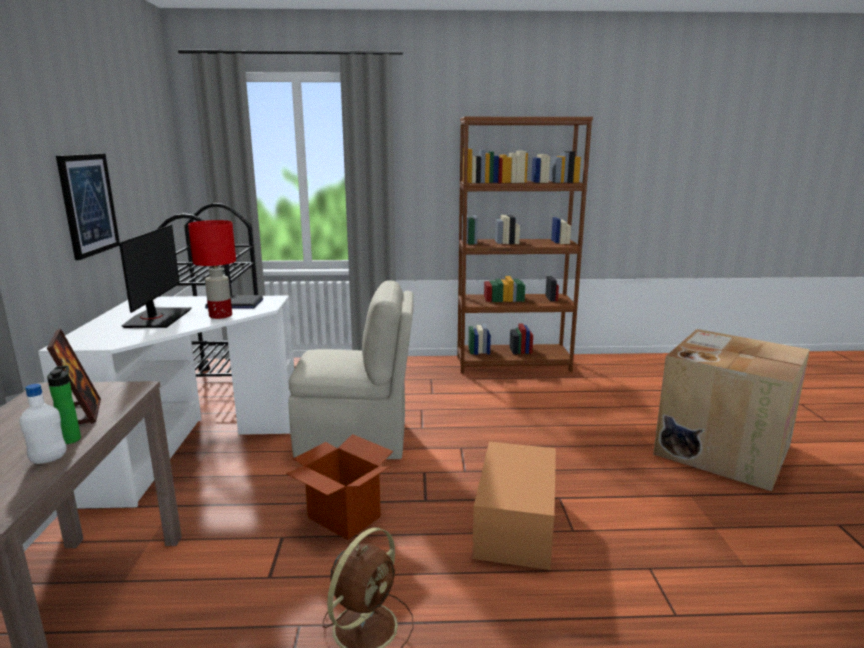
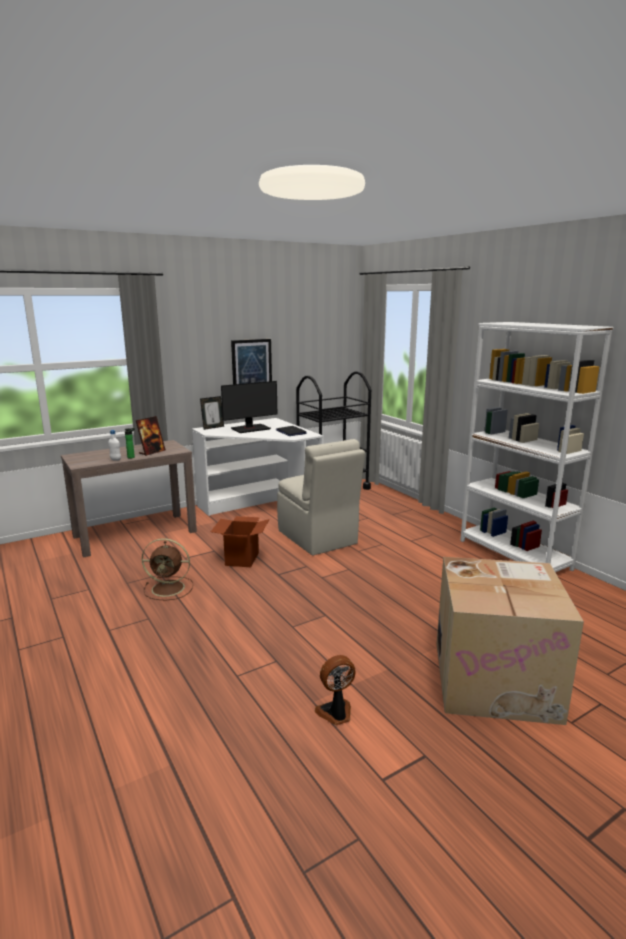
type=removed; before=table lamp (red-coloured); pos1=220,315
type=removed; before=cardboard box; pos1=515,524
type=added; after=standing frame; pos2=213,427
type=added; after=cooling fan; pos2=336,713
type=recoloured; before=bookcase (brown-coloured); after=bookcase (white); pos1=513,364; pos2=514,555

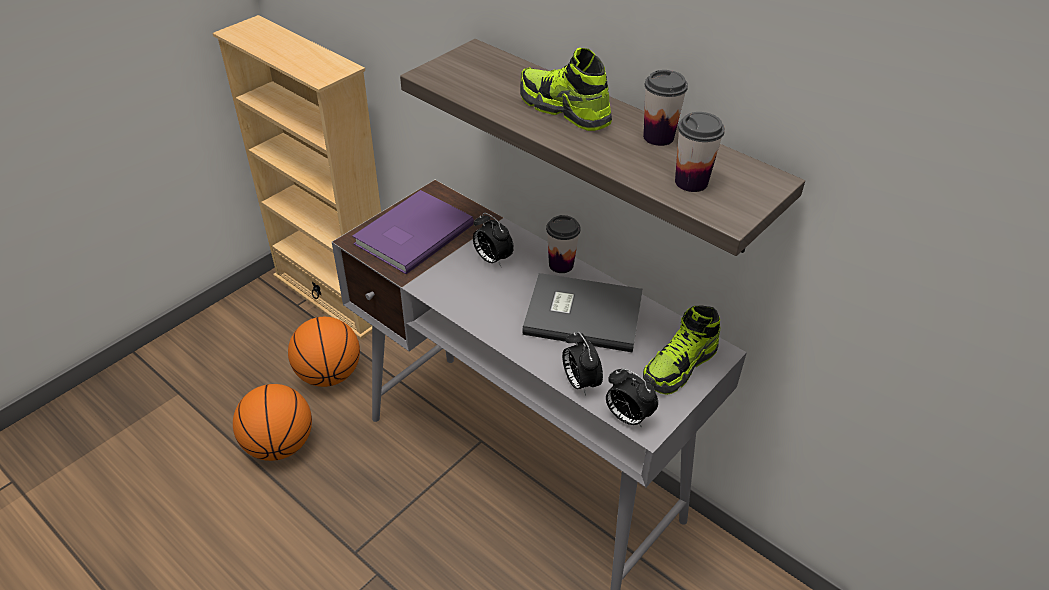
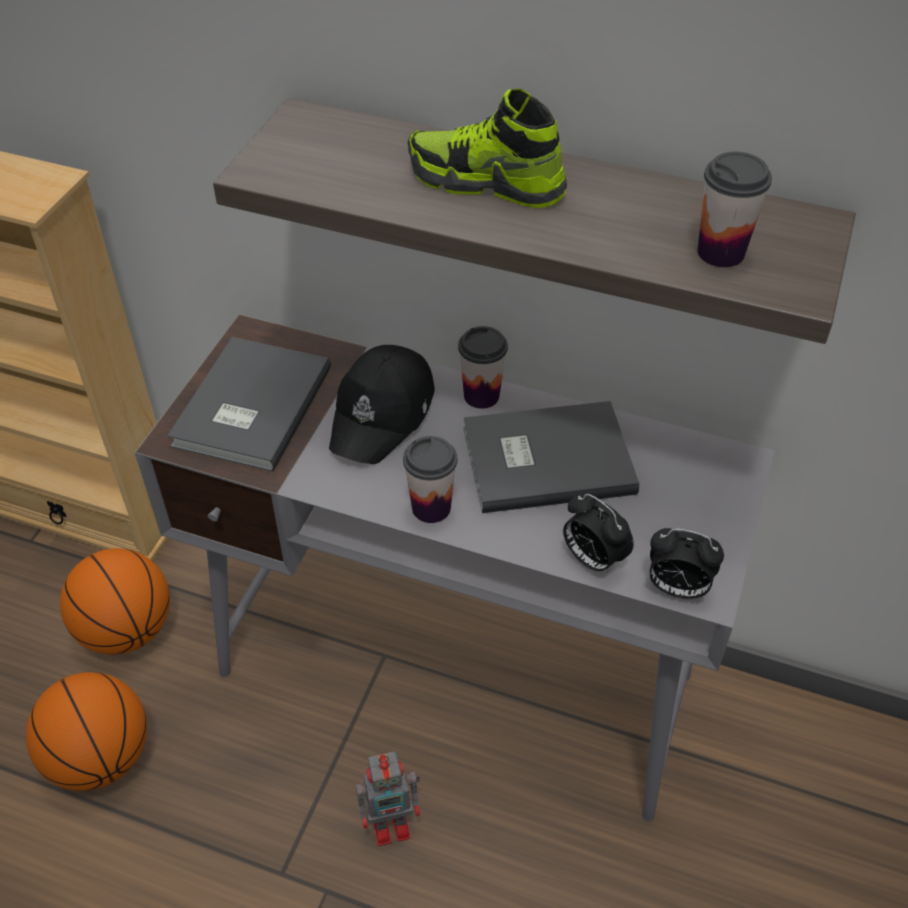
type=removed; before=item of footwear; pos1=680,366
type=added; after=toy robot; pos2=392,823
type=moved; before=drinking cup; pos1=658,137; pos2=431,507
type=replaced; before=alarm clock; after=peaked cap (blackish); pos1=492,259; pos2=383,414
type=recoloured; before=bound book (purplish); after=bound book (grey); pos1=411,234; pos2=248,407

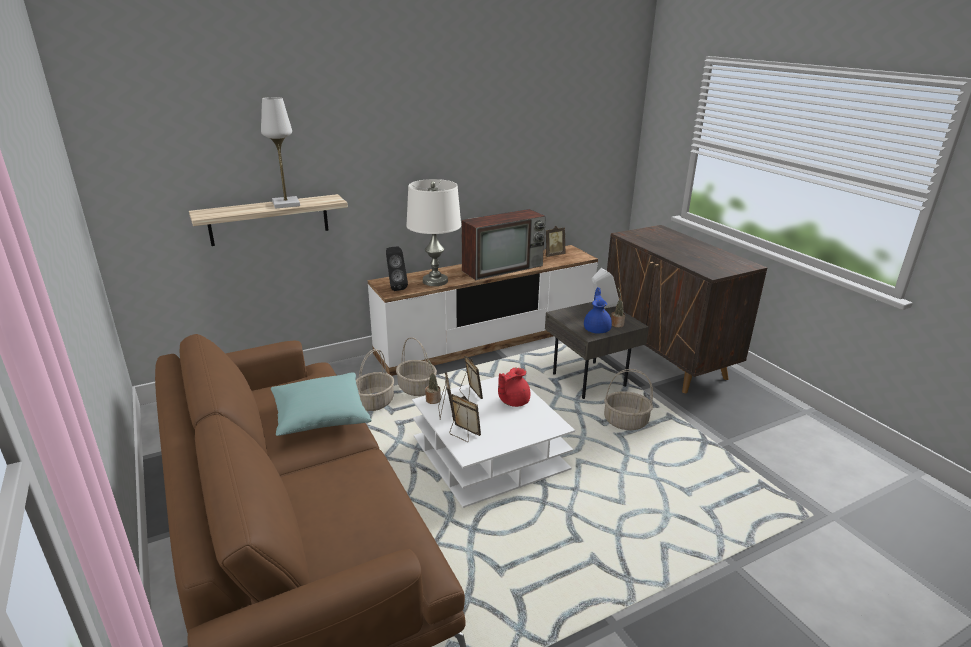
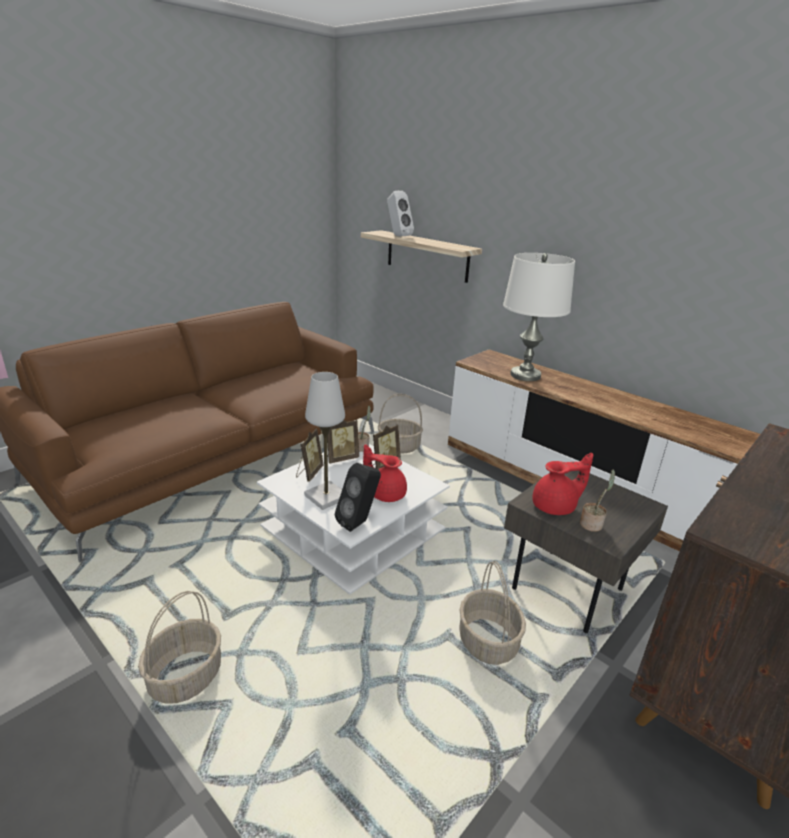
type=removed; before=throw pillow (turquoise-coloured); pos1=320,416
type=removed; before=television; pos1=503,268
type=removed; before=standing frame; pos1=553,255
type=moved; before=table lamp (white); pos1=286,204; pos2=326,497
type=moved; before=audio speaker (blackish); pos1=395,287; pos2=359,522
type=moved; before=household basket; pos1=416,388; pos2=186,676
type=moved; before=audio speaker (white); pos1=602,308; pos2=397,236
type=recoloured; before=pot for tea (blue-coloured); after=pot for tea (red-coloured); pos1=597,329; pos2=555,507

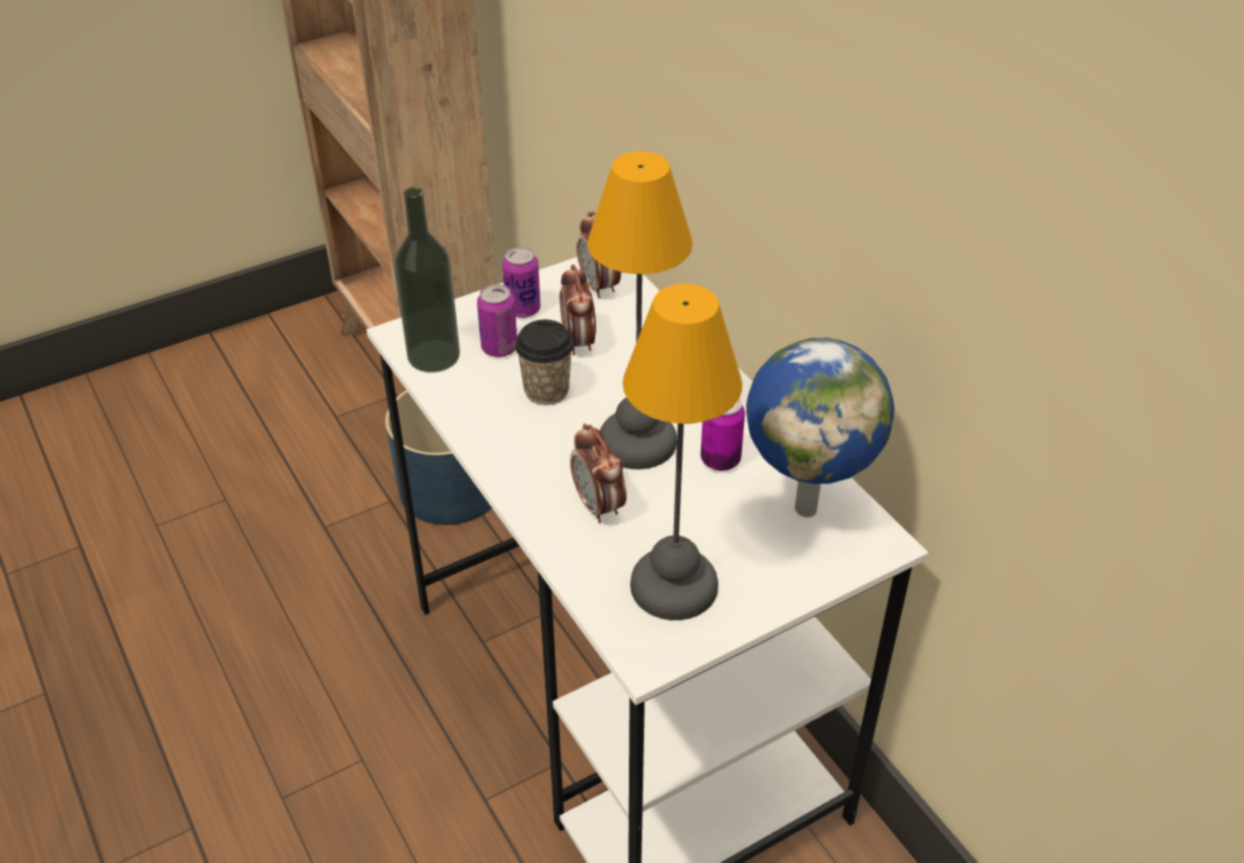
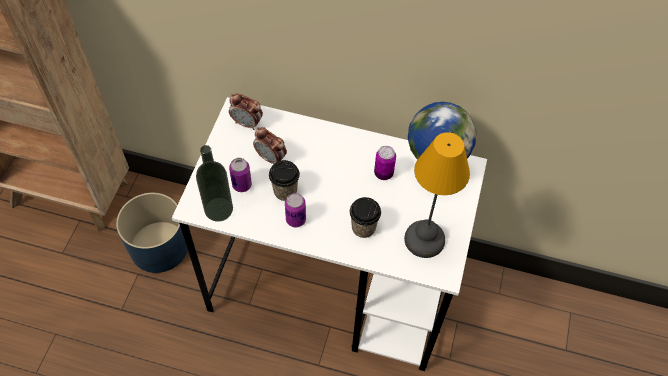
type=removed; before=table lamp; pos1=640,441
type=moved; before=can; pos1=523,309; pos2=295,219
type=replaced; before=alarm clock; after=drinking cup; pos1=599,506; pos2=363,228

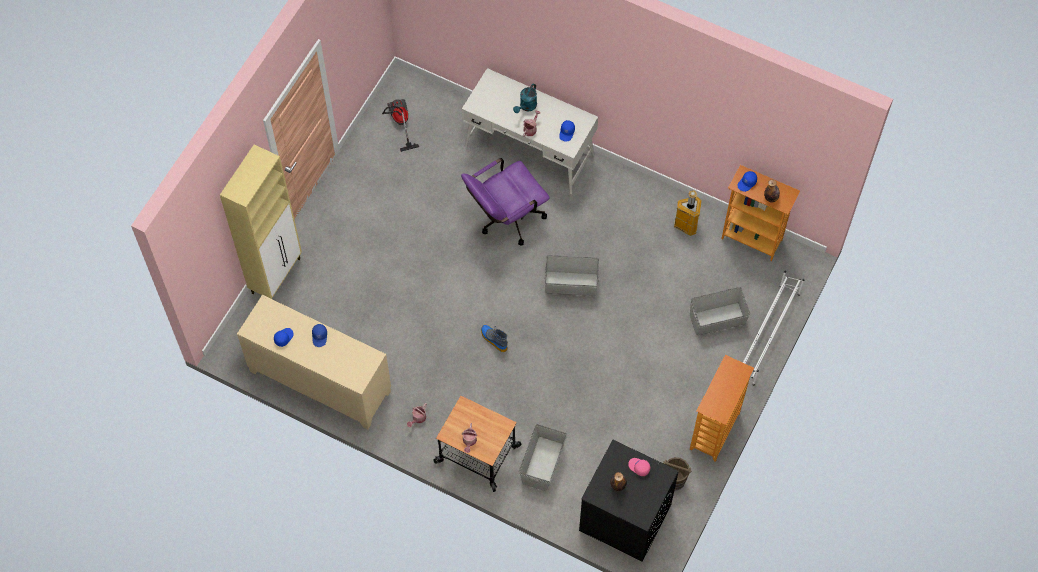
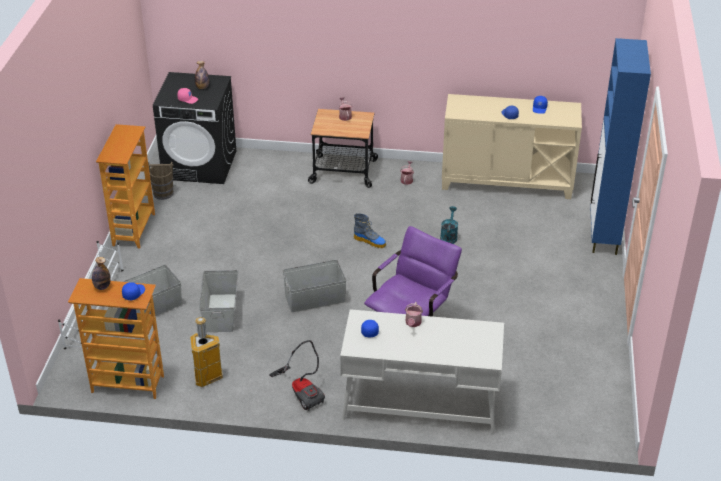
type=moved; before=hoover; pos1=399,123; pos2=303,391
type=moved; before=watering can (turquoise-coloured); pos1=526,107; pos2=449,236
type=moved; before=storage container (grey); pos1=542,463; pos2=221,312
type=recoloured; before=cabinet (beige); after=cabinet (blue-coloured); pos1=276,275; pos2=603,236

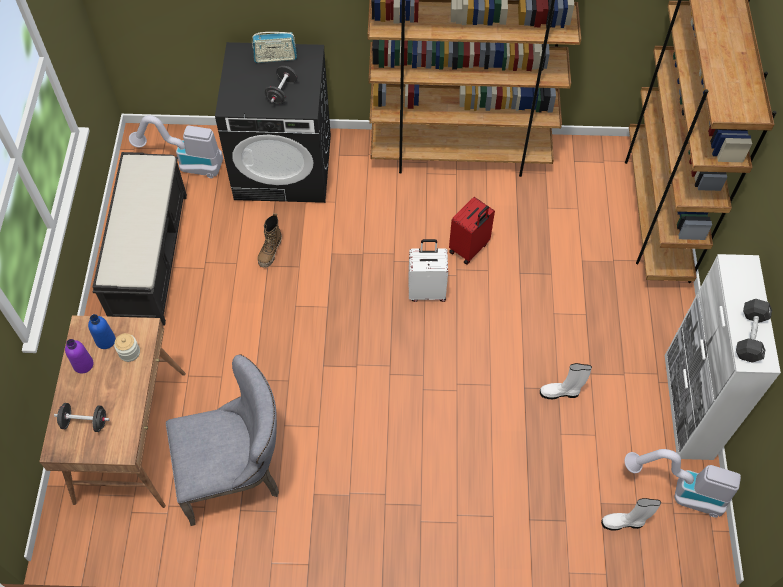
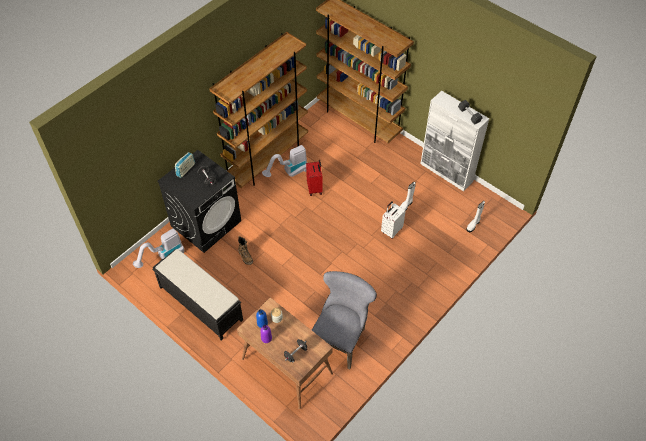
type=moved; before=suitcase (white); pos1=427,291; pos2=391,230
type=moved; before=hoover; pos1=680,491; pos2=288,173

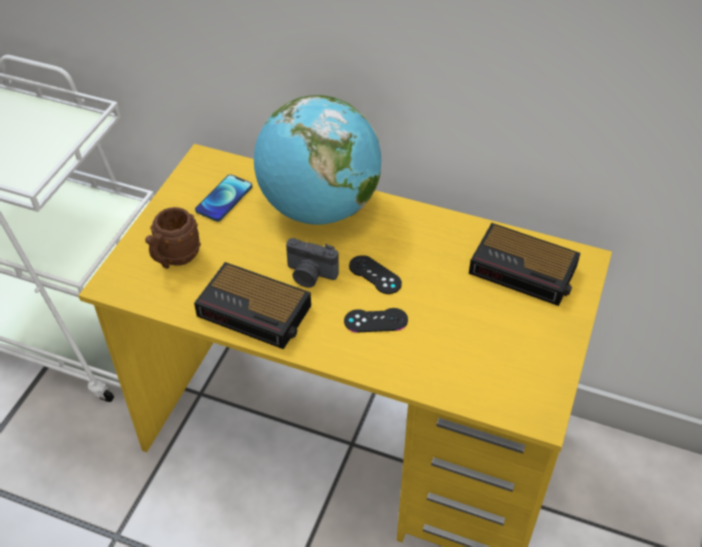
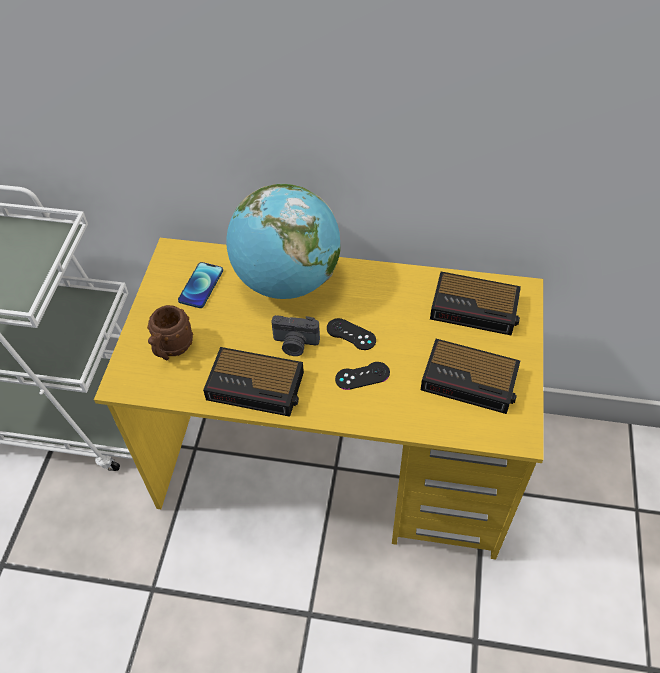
type=added; after=alarm clock; pos2=471,381

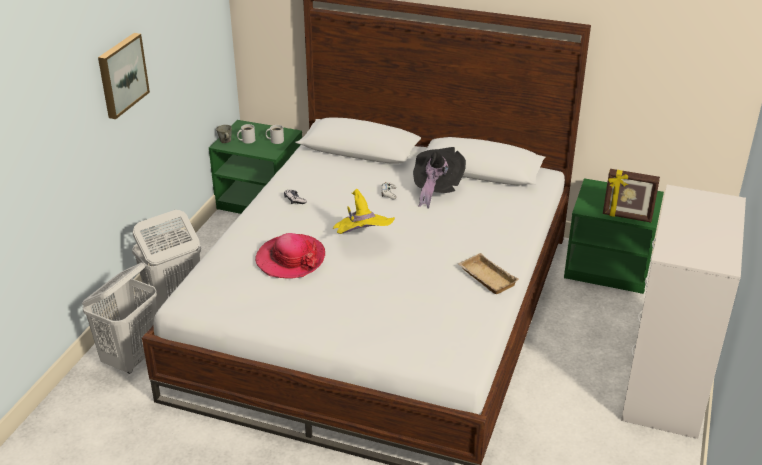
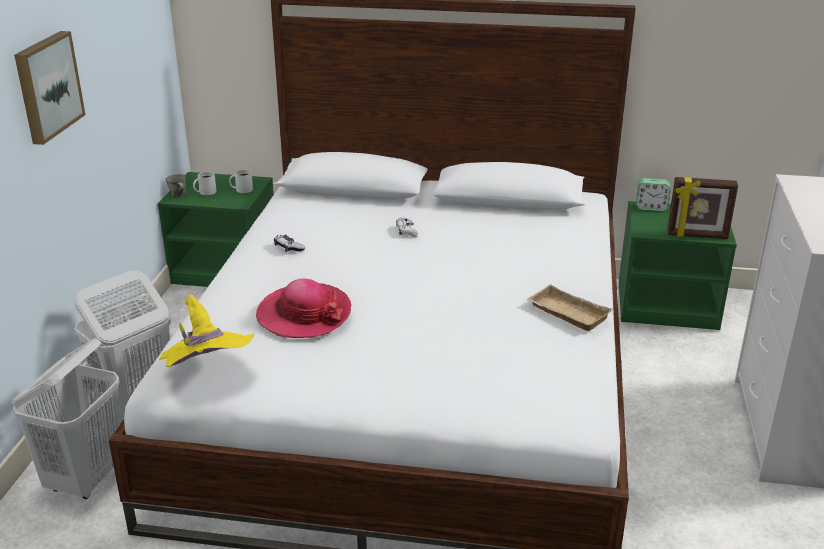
type=removed; before=hat (blackish); pos1=436,189
type=added; after=alarm clock; pos2=651,207
type=moved; before=hat (yellow-coloured); pos1=362,240; pos2=208,373

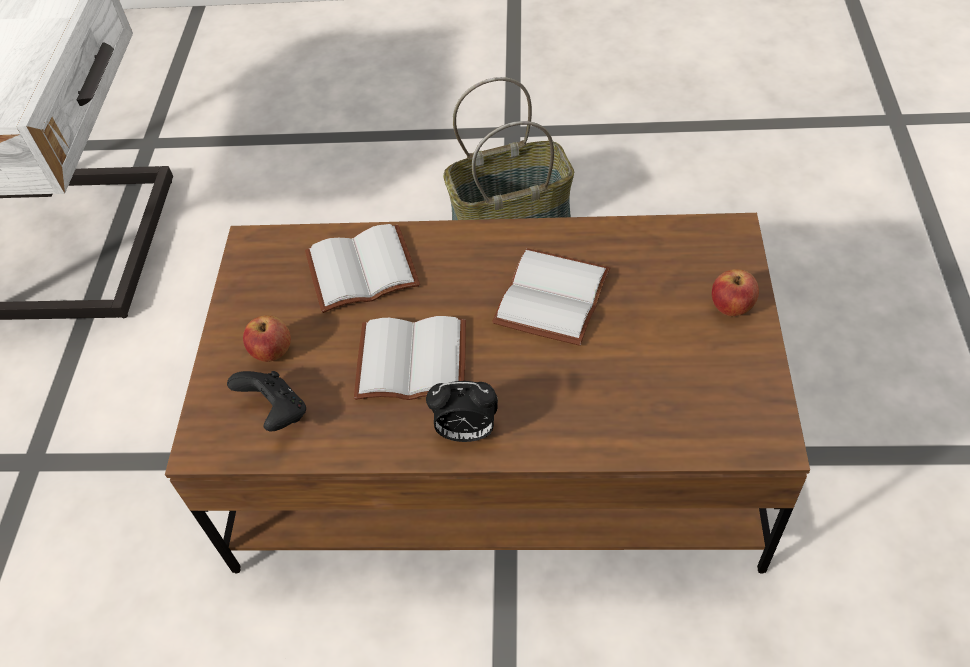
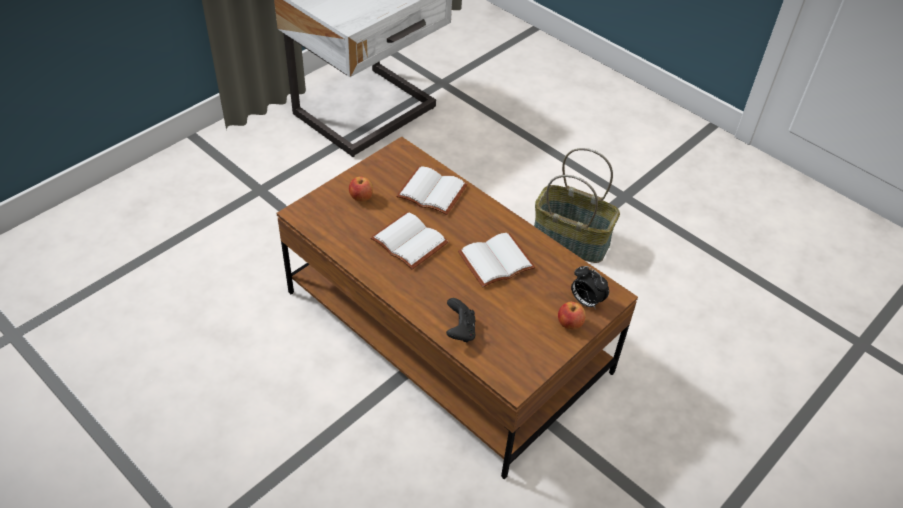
type=moved; before=gamepad (blackish); pos1=276,412; pos2=460,331
type=moved; before=alarm clock; pos1=466,432; pos2=585,301

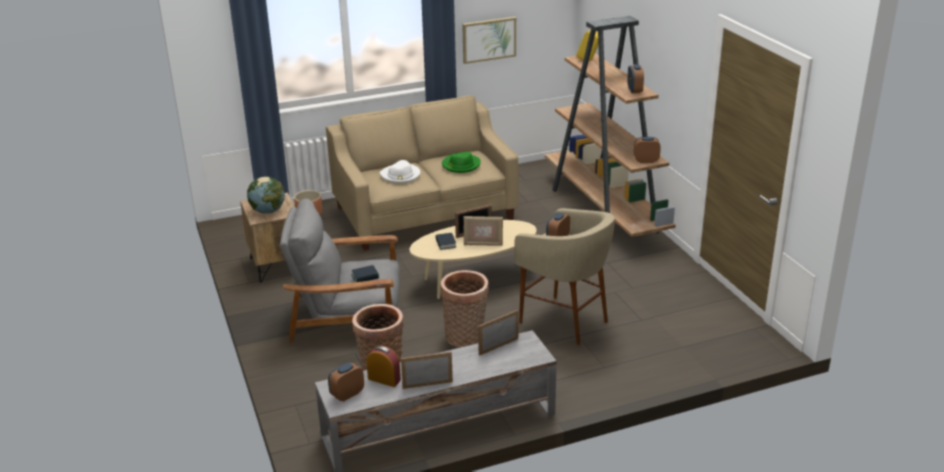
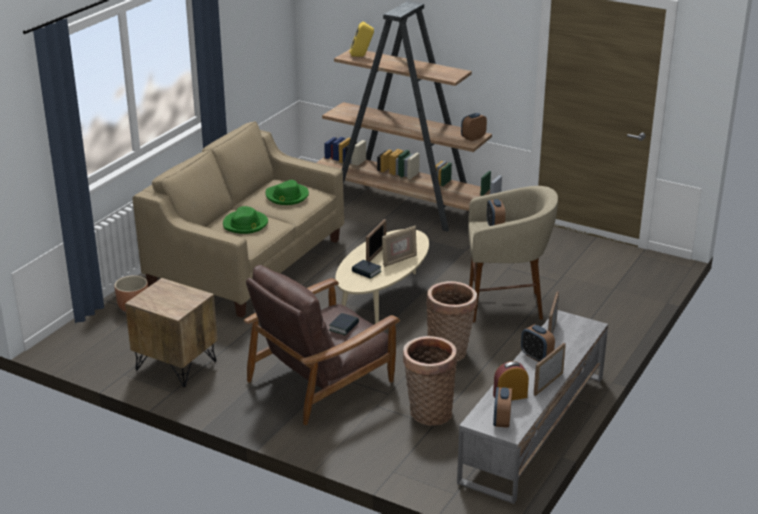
type=removed; before=globe; pos1=268,211
type=removed; before=wall art; pos1=489,39
type=moved; before=alarm clock; pos1=634,90; pos2=536,356
type=recoloured; before=armchair (grey); after=armchair (brown-coloured); pos1=347,317; pos2=322,380
type=recoloured; before=hat (white); after=hat (green); pos1=400,175; pos2=245,224

